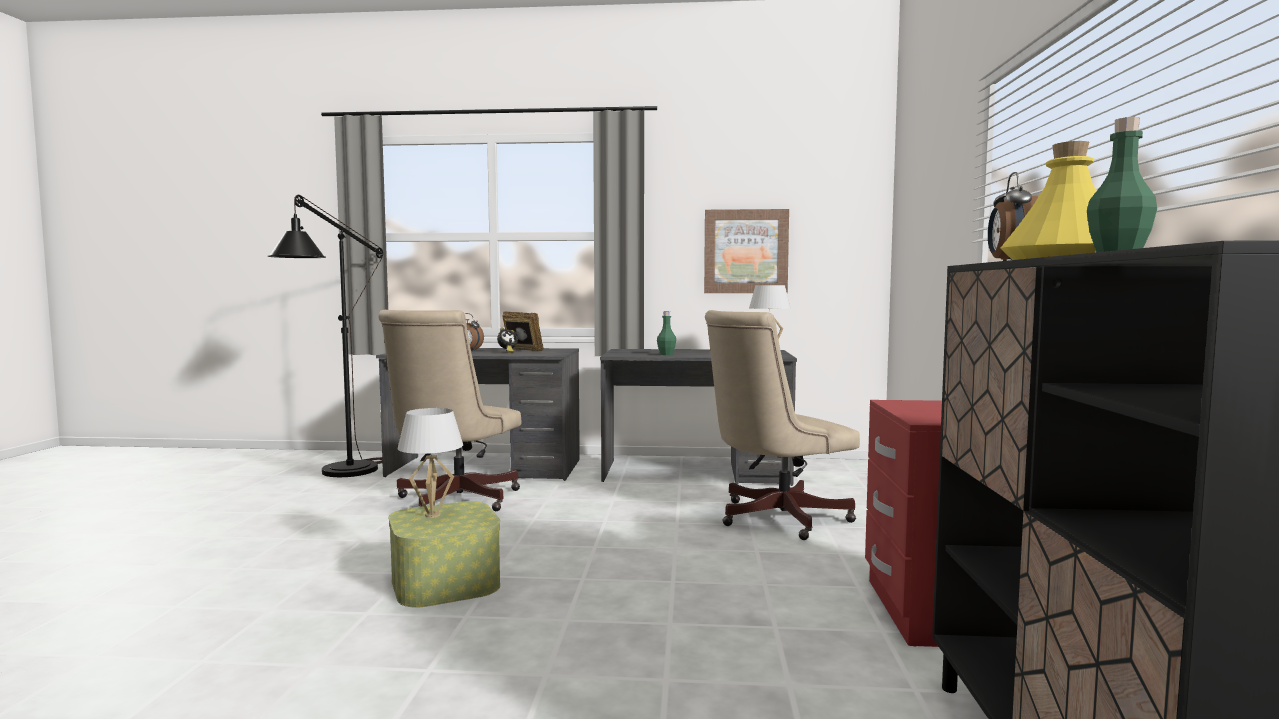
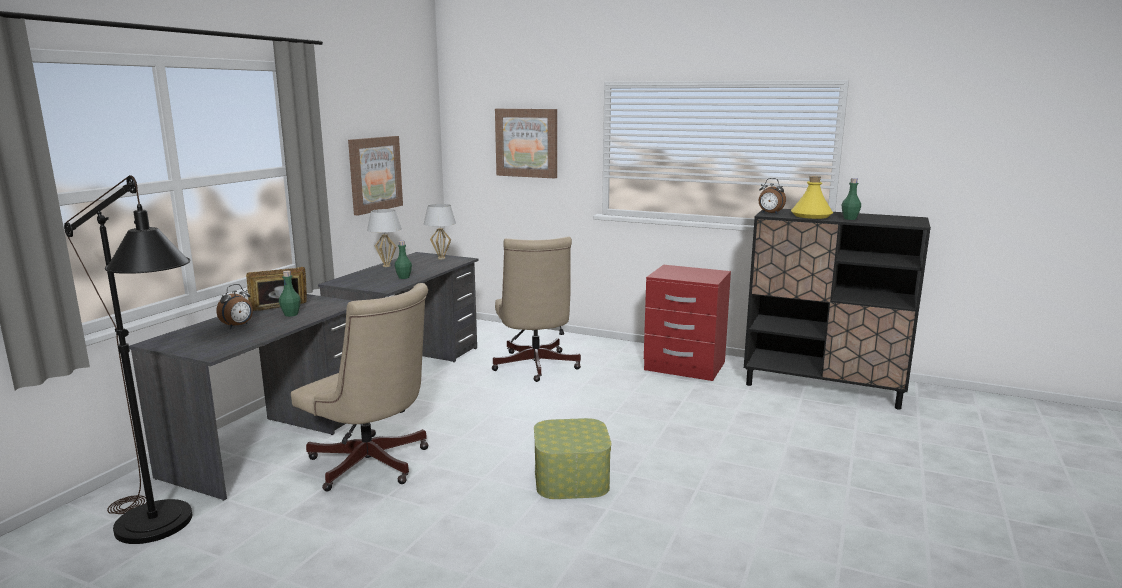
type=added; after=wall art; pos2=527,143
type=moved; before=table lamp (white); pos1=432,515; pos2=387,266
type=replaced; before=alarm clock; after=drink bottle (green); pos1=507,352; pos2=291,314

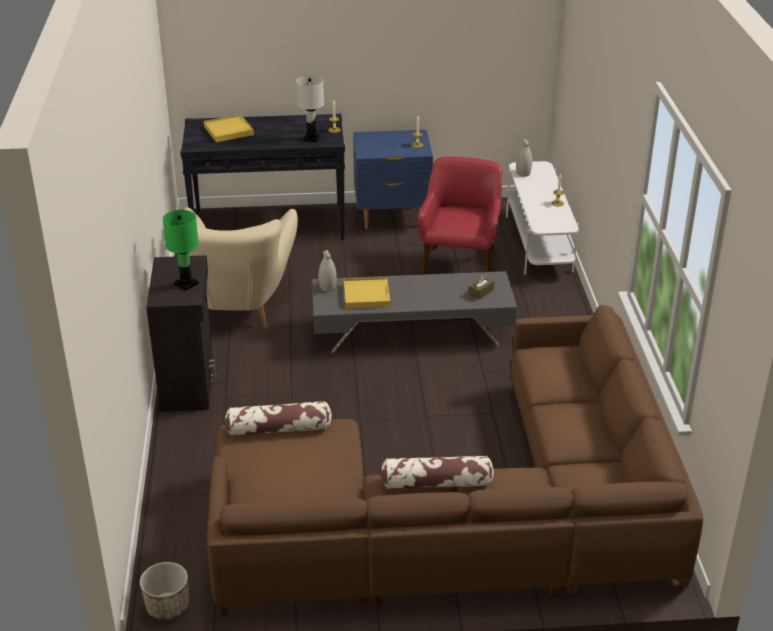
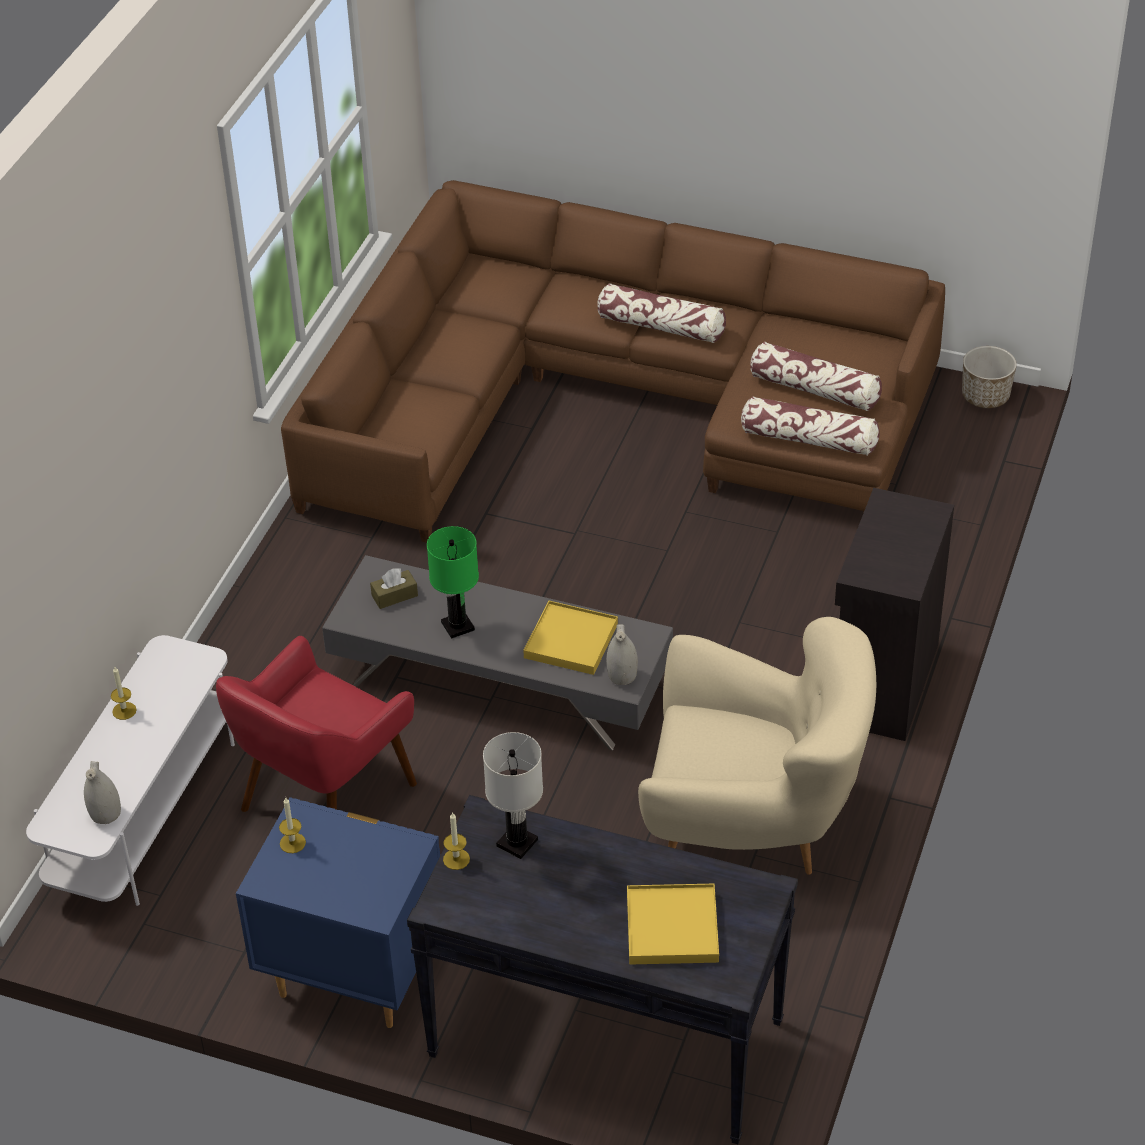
type=added; after=throw pillow; pos2=815,390
type=moved; before=table lamp (green); pos1=186,284; pos2=457,626
type=turned; before=armchair (beige); pos1=238,306; pos2=751,822; turn=75

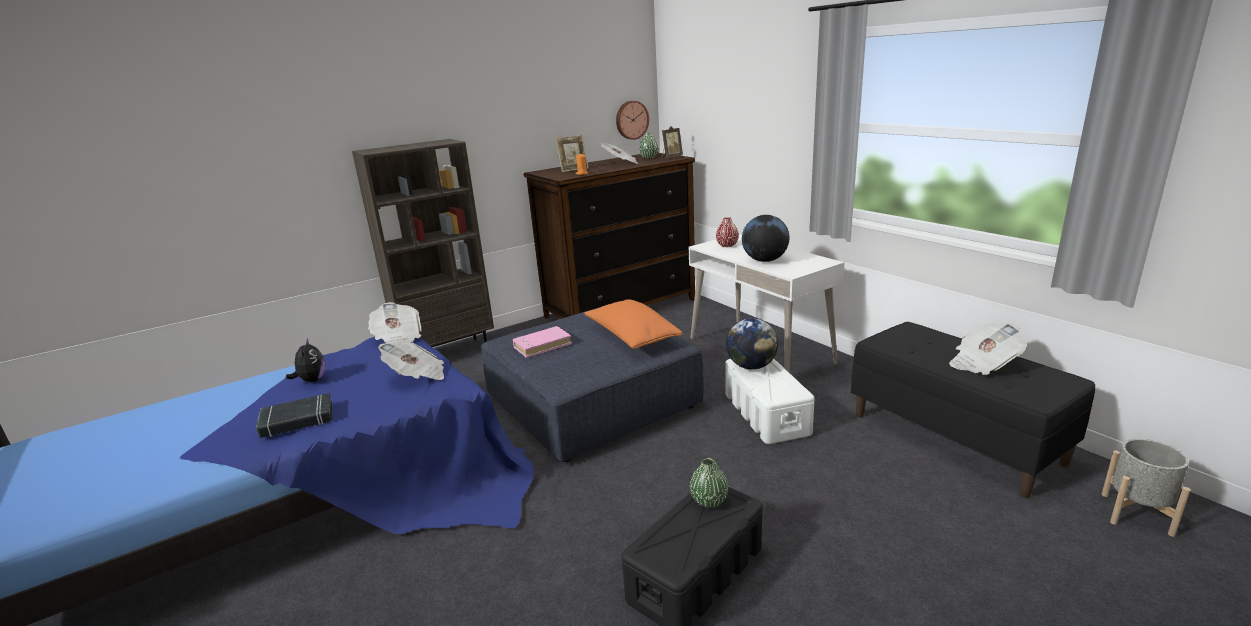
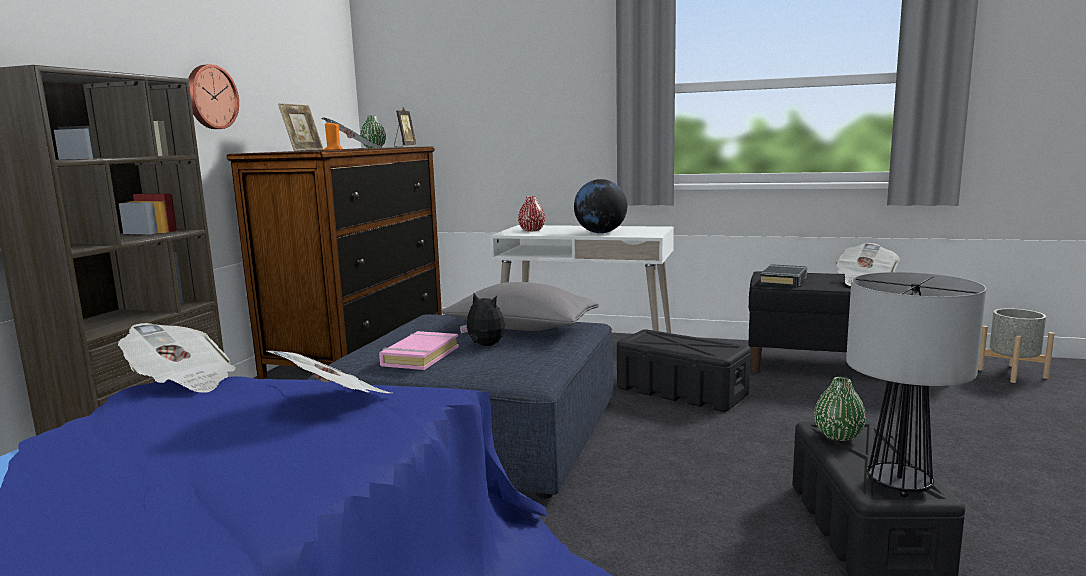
type=removed; before=globe; pos1=751,366
type=added; after=table lamp; pos2=899,485
type=moved; before=bound book (blackish); pos1=297,420; pos2=783,280
type=moved; before=cuddly toy; pos1=312,380; pos2=484,346
type=moved; before=hanging clock; pos1=631,120; pos2=210,97
type=recoloured; before=throw pillow (orange-coloured); after=throw pillow (grey); pos1=632,337; pos2=521,328
type=recoloured; before=storage container (white); after=storage container (blackish); pos1=766,414; pos2=682,391

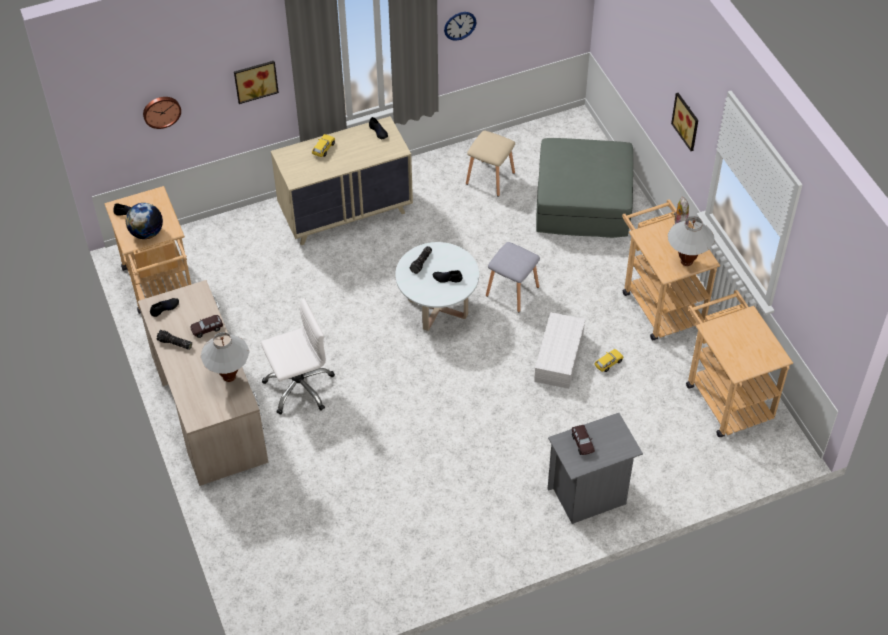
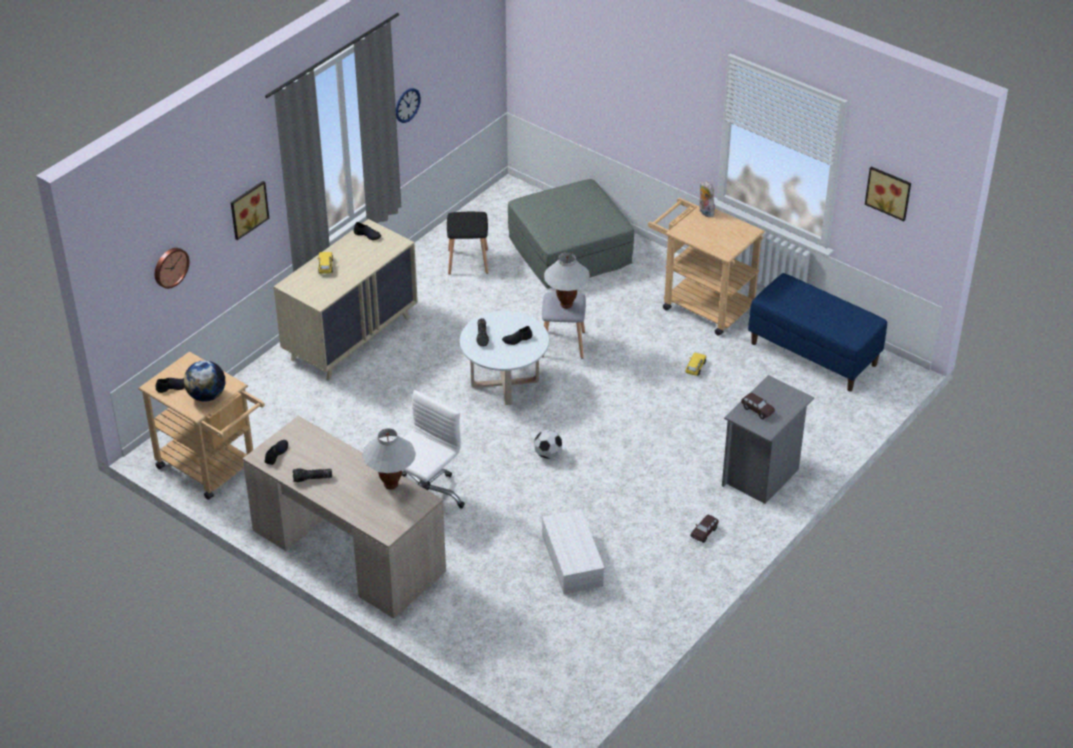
type=added; after=ball for football; pos2=548,454
type=moved; before=model car (brown-coloured); pos1=207,329; pos2=704,532
type=moved; before=storage container (white); pos1=558,356; pos2=571,560
type=moved; before=table lamp (white); pos1=686,261; pos2=566,304
type=moved; before=wall art; pos1=687,121; pos2=889,192
type=replaced; before=trolley (beige); after=indoor bench (blue-coloured); pos1=725,395; pos2=814,354
type=recoloured; before=stool seat (beige); after=stool seat (blackish); pos1=491,178; pos2=469,261

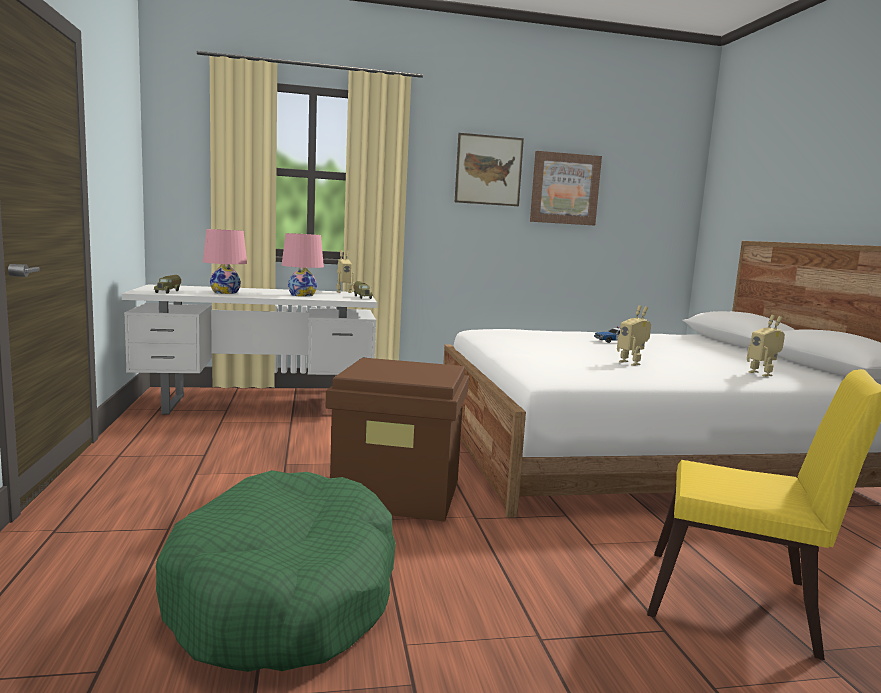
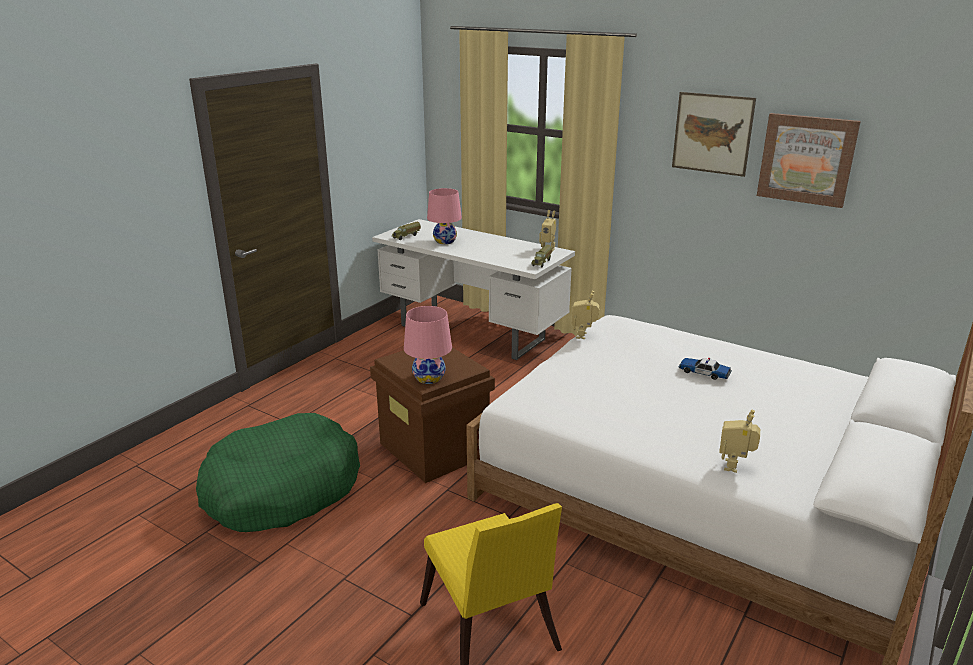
type=moved; before=table lamp (pinkish); pos1=302,295; pos2=429,378
type=moved; before=toy robot; pos1=632,363; pos2=584,335

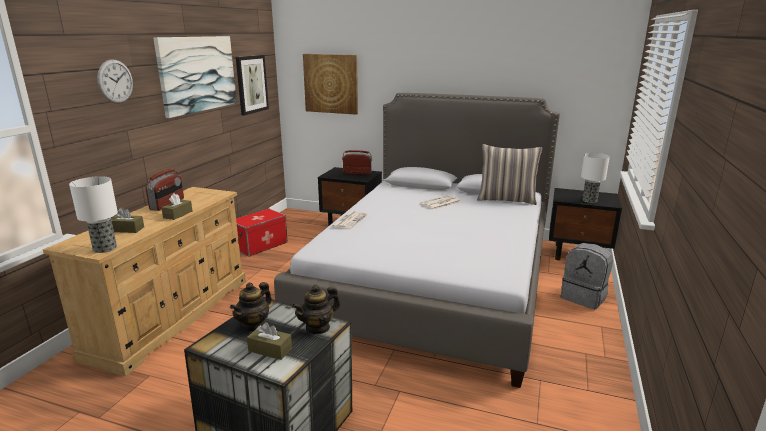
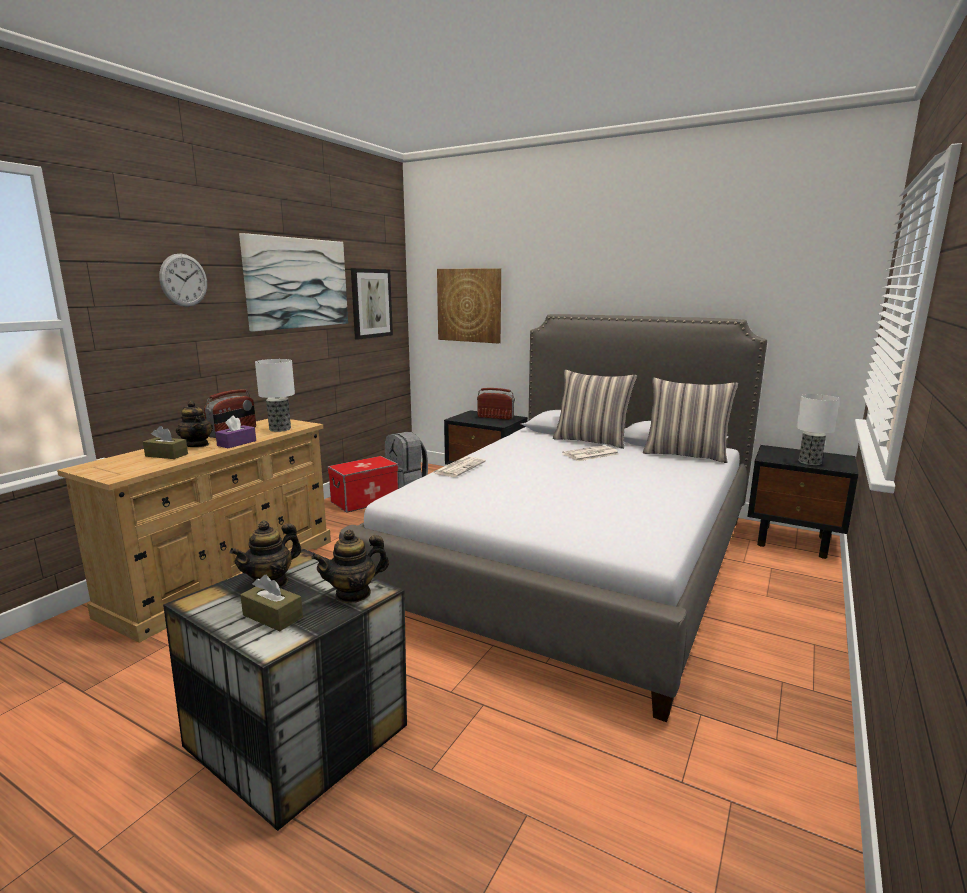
type=added; after=pot for tea; pos2=197,445
type=added; after=throw pillow; pos2=592,441
type=moved; before=table lamp; pos1=104,248; pos2=280,429
type=moved; before=rucksack (grey); pos1=584,297; pos2=406,483
type=recoloured; before=box of tissues (brown-coloured); after=box of tissues (purplish); pos1=178,214; pos2=237,443

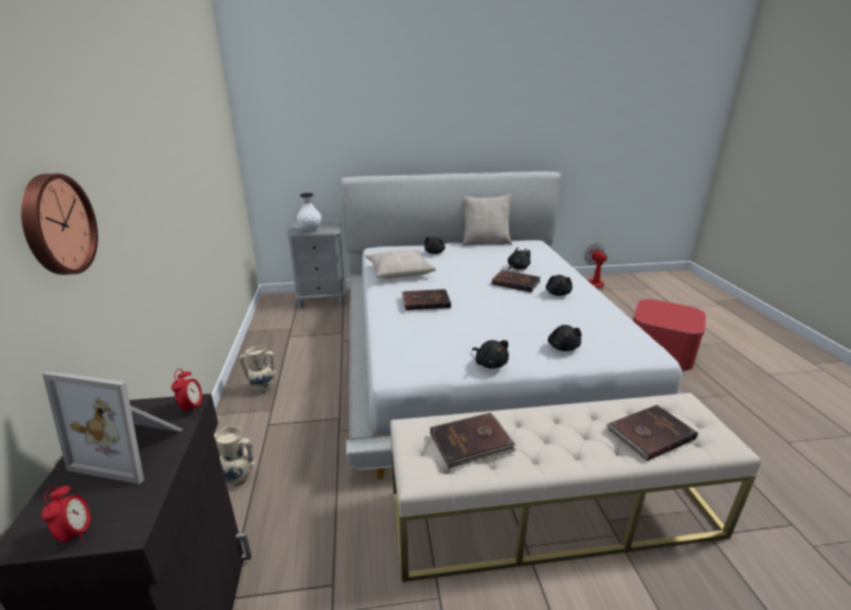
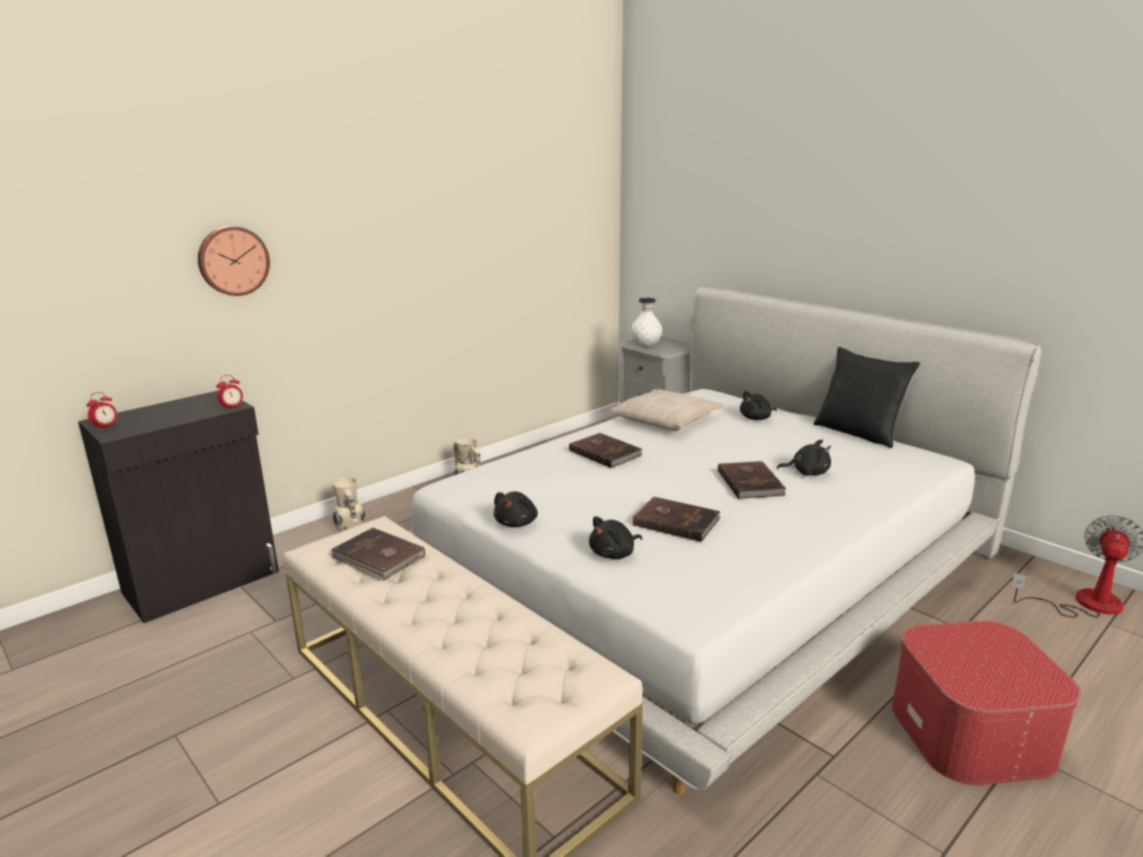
type=removed; before=standing frame; pos1=133,448
type=removed; before=cuddly toy (blackish); pos1=558,293
type=moved; before=bound book (brown-coloured); pos1=649,434; pos2=676,521
type=recoloured; before=throw pillow (beige); after=throw pillow (blackish); pos1=485,242; pos2=858,433

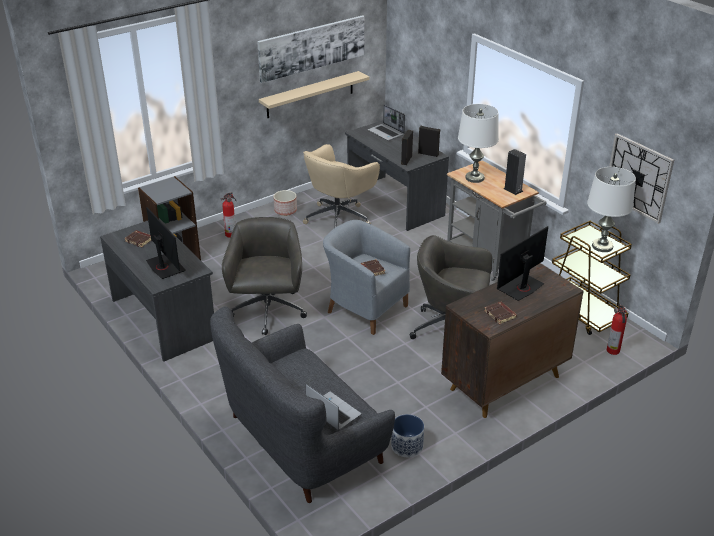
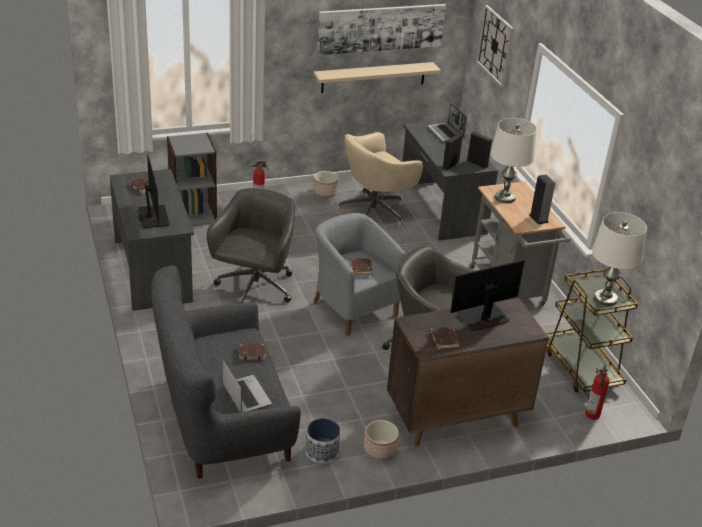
type=added; after=bound book (brown-coloured); pos2=252,353
type=added; after=plant pot; pos2=379,450
type=moved; before=hanging clock; pos1=638,177; pos2=495,45

